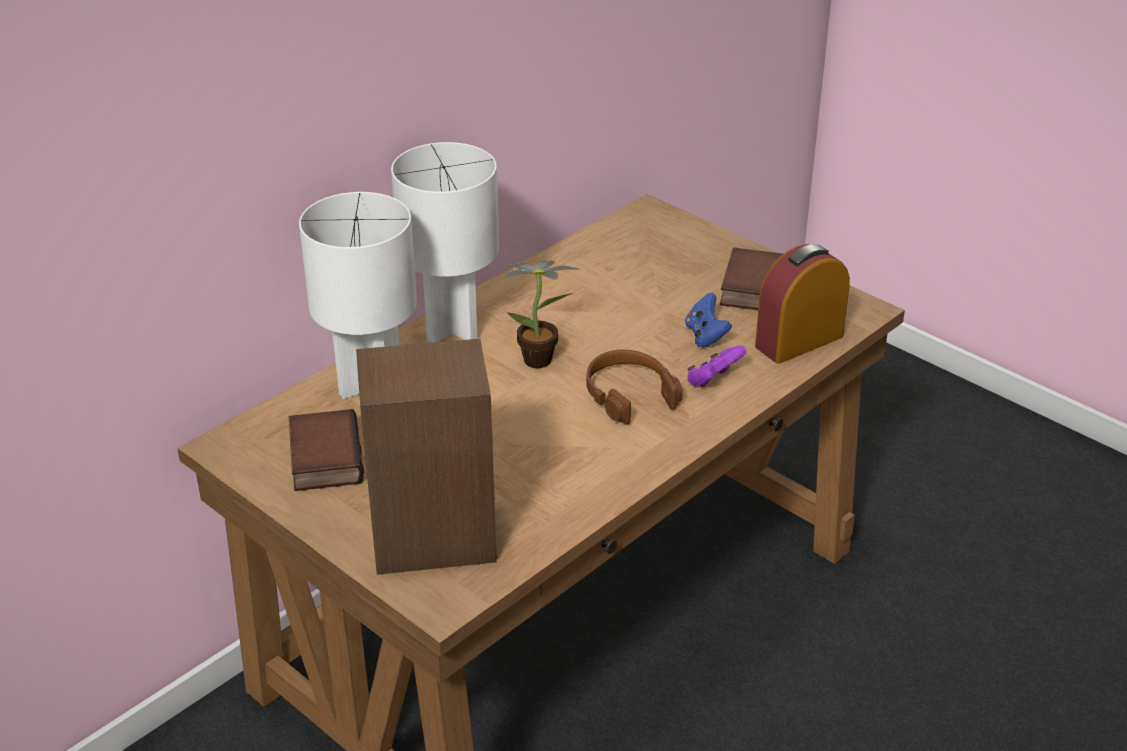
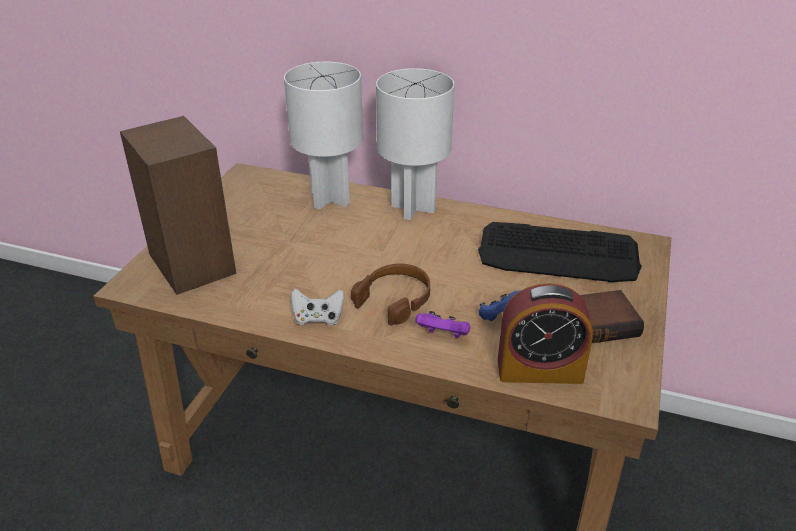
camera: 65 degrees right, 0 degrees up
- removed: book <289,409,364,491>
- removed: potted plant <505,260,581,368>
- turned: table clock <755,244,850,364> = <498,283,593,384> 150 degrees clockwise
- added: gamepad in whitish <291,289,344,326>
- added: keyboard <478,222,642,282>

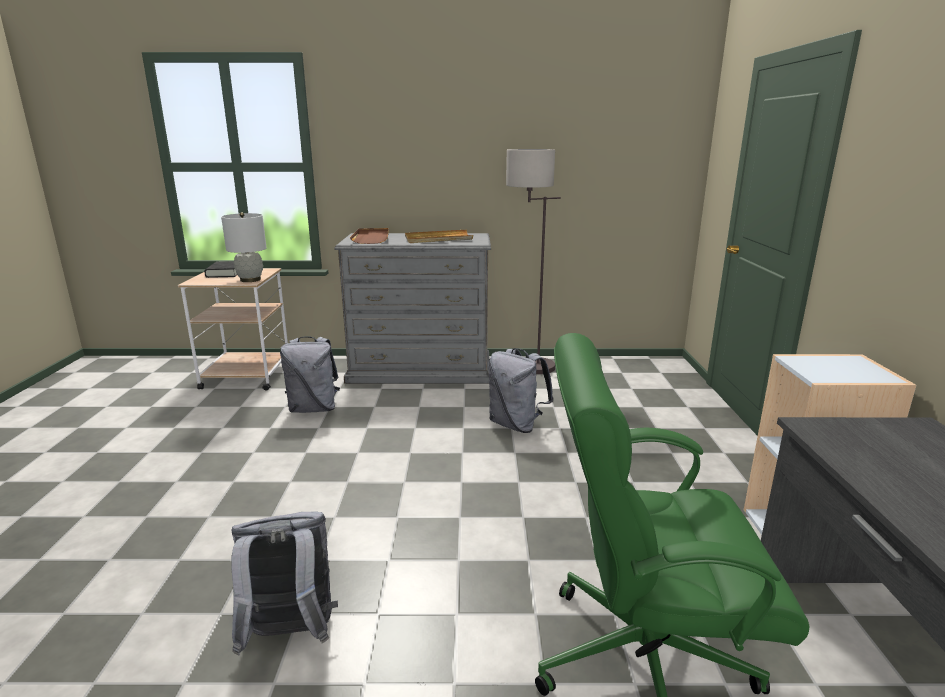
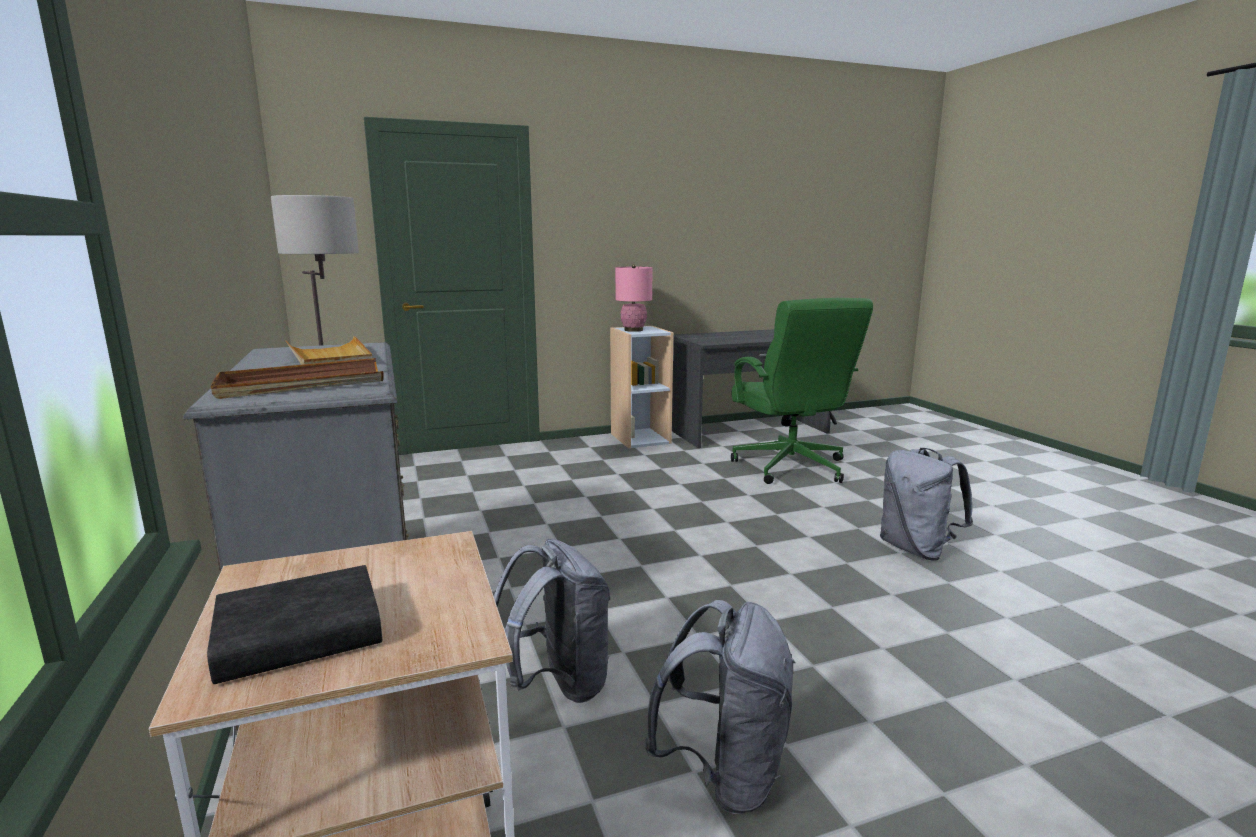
camera: 110 degrees left, 5 degrees down
- removed: table lamp in whitish <221,212,267,282>
- moved: backpack in greyish <488,348,554,433> to <644,600,795,814>
- added: table lamp in pinkish <615,264,652,332>

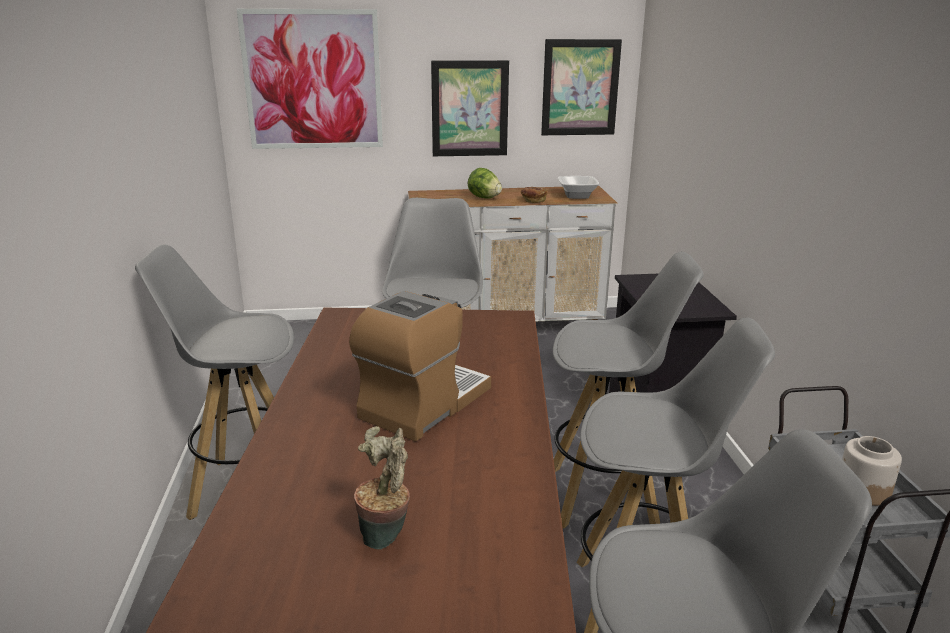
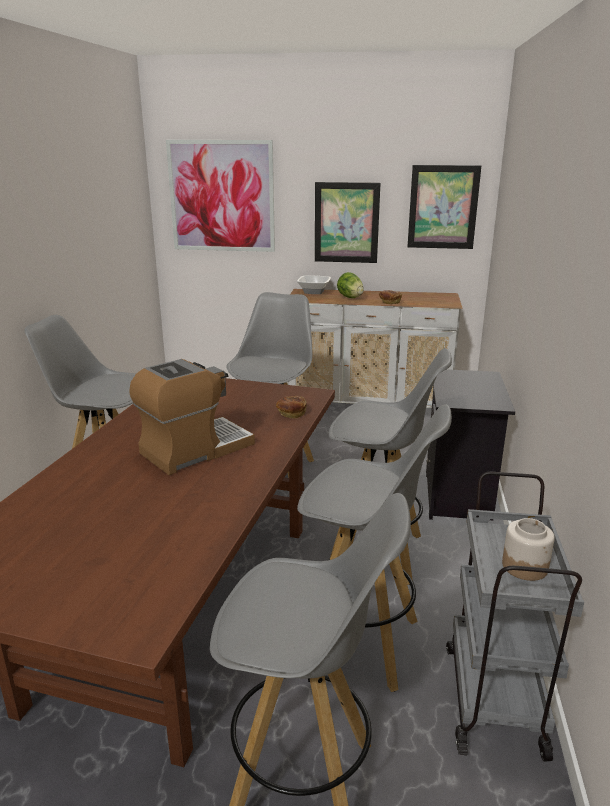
camera: 15 degrees right, 0 degrees up
- removed: potted plant <354,426,410,549>
- moved: deep dish <558,176,599,199> to <297,275,331,294>
- added: baked bread <276,396,307,419>

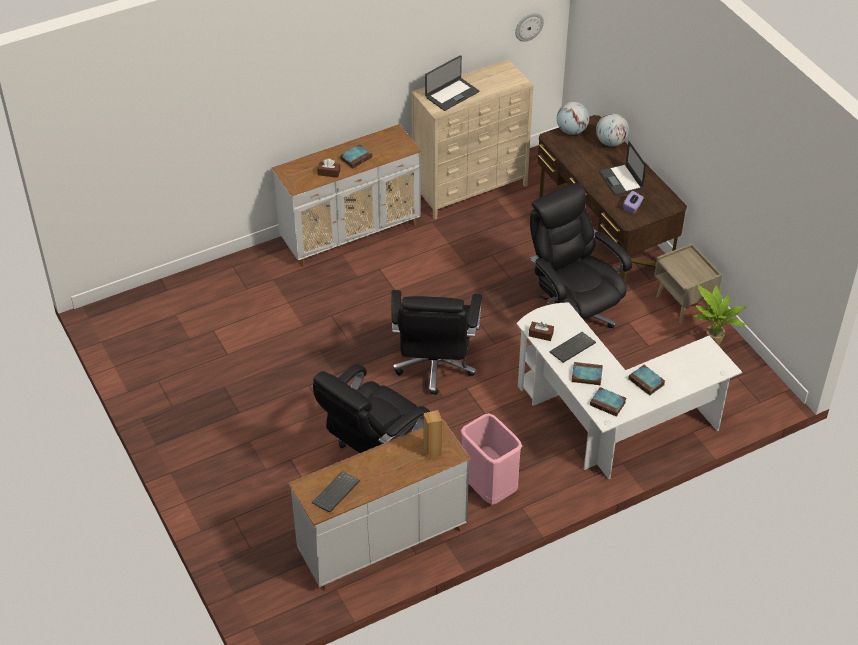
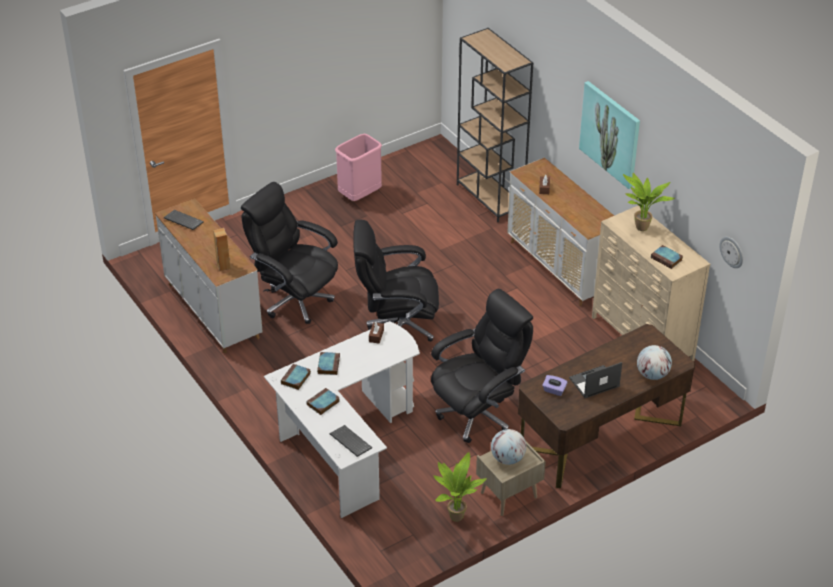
camera: 85 degrees right, 5 degrees down
- moved: book <340,144,372,169> to <651,245,683,269>
- replaced: portable computer <425,55,479,111> to potted plant <623,173,675,231>
- moved: rubbish bin in pinkish <461,413,522,505> to <335,134,382,201>
- moved: keyboard <549,332,596,363> to <330,425,372,457>
- moved: world globe <557,102,589,135> to <491,429,526,465>
- added: shelving unit <457,28,533,222>
- added: wall art <579,81,640,189>

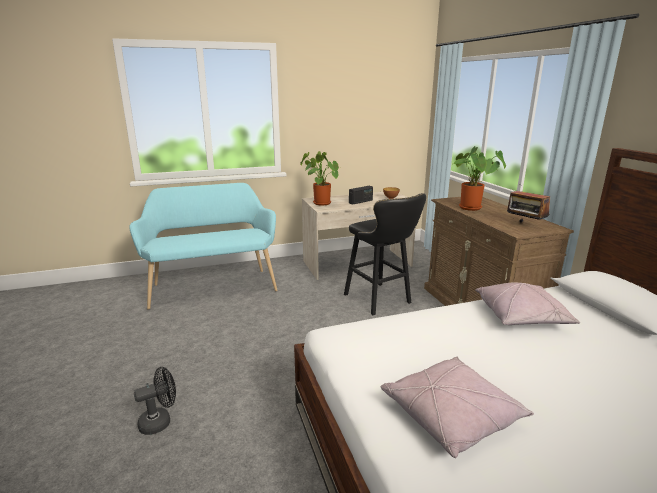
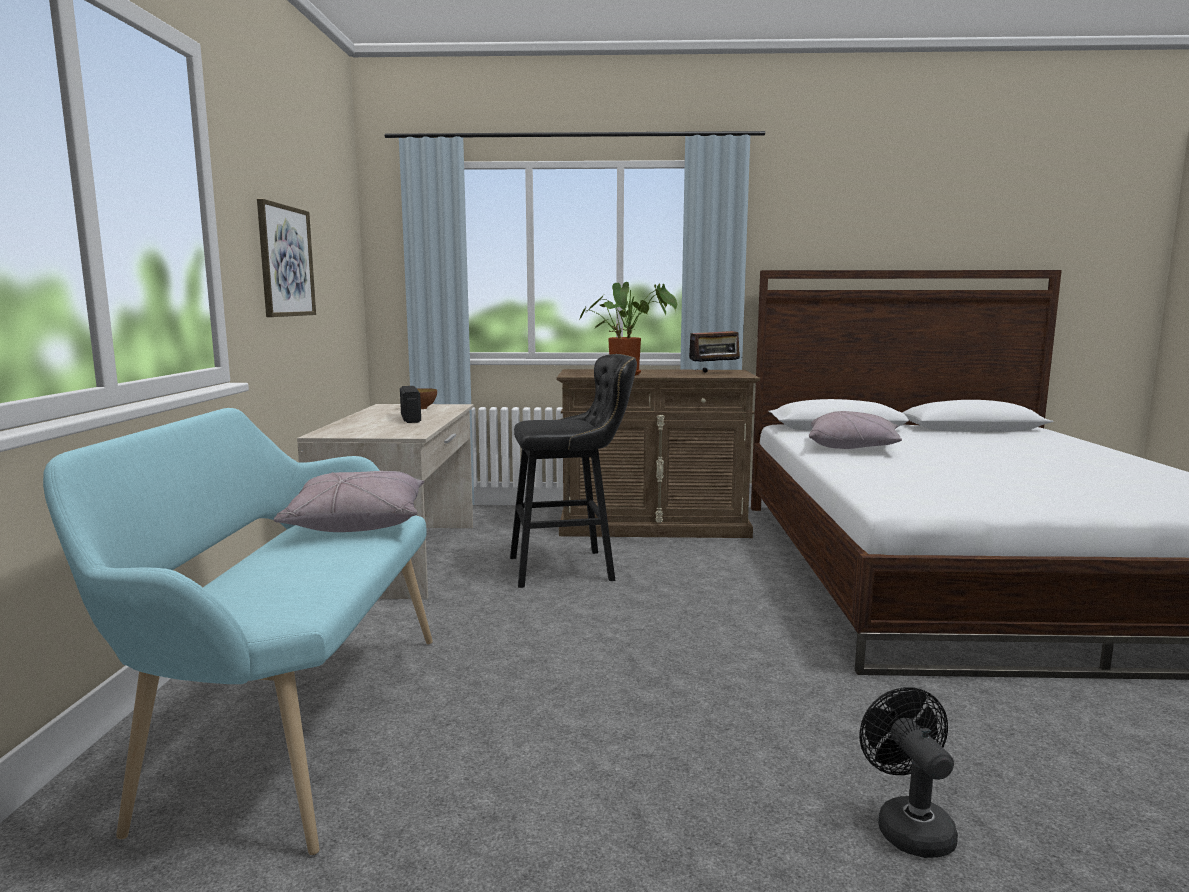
camera: 70 degrees left, 10 degrees down
- removed: potted plant <300,151,340,206>
- moved: cushion in purplish <380,357,534,458> to <273,471,424,532>
- added: wall art <257,199,316,317>

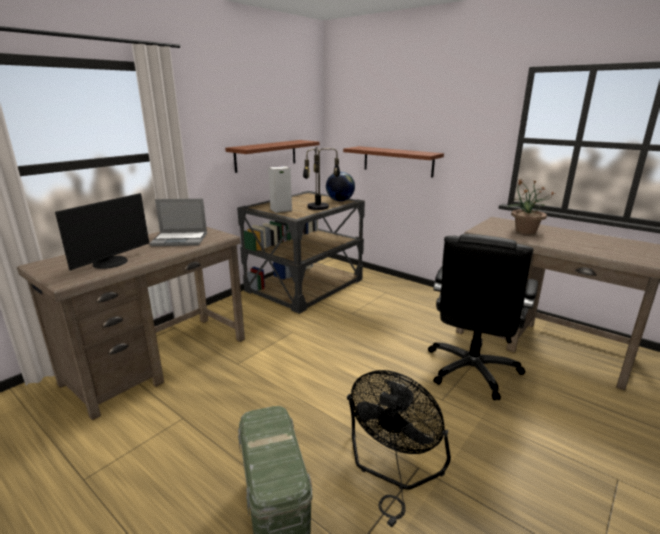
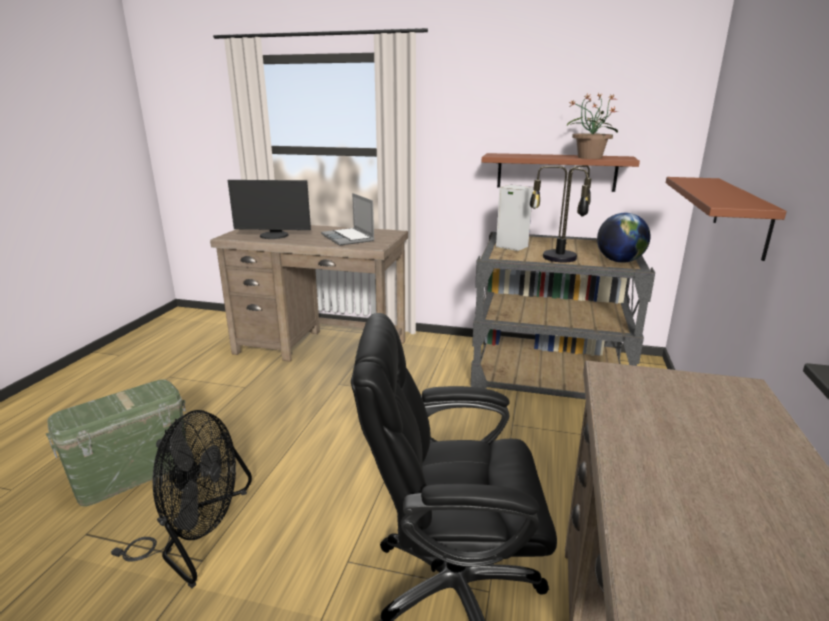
camera: 65 degrees right, 0 degrees up
- moved: potted plant <506,179,556,234> to <567,93,619,159>

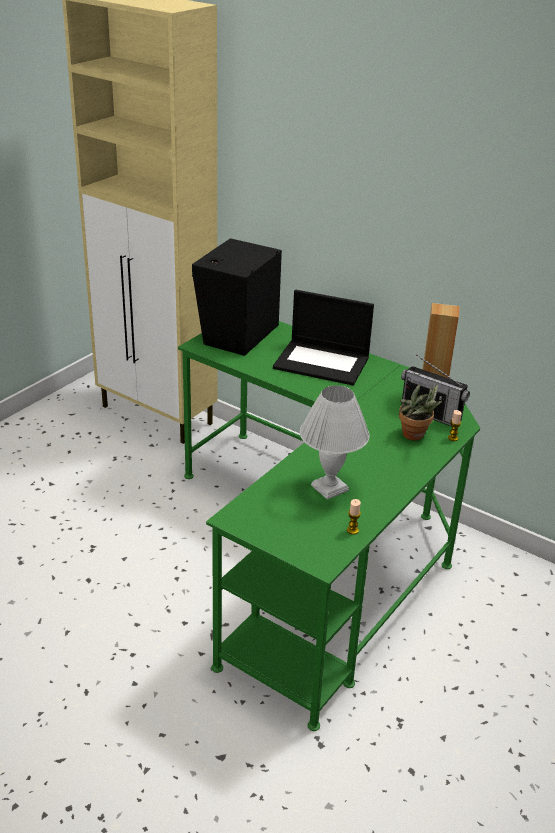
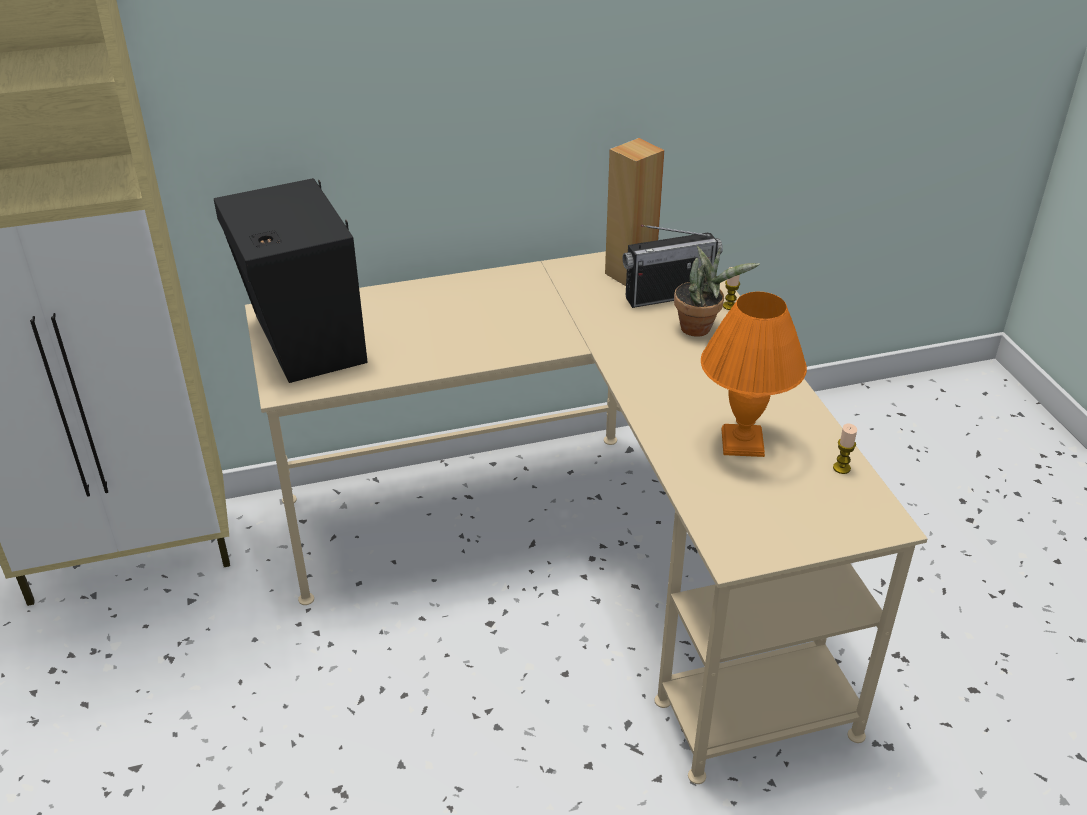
camera: 50 degrees left, 5 degrees up
- recoloured: desk unit in greenish <178,321,480,731> to desk unit in beige-coloured <245,251,928,784>
- removed: portable computer <273,290,374,385>
- recoloured: table lamp in whitish <300,385,370,500> to table lamp in orange <701,291,807,457>

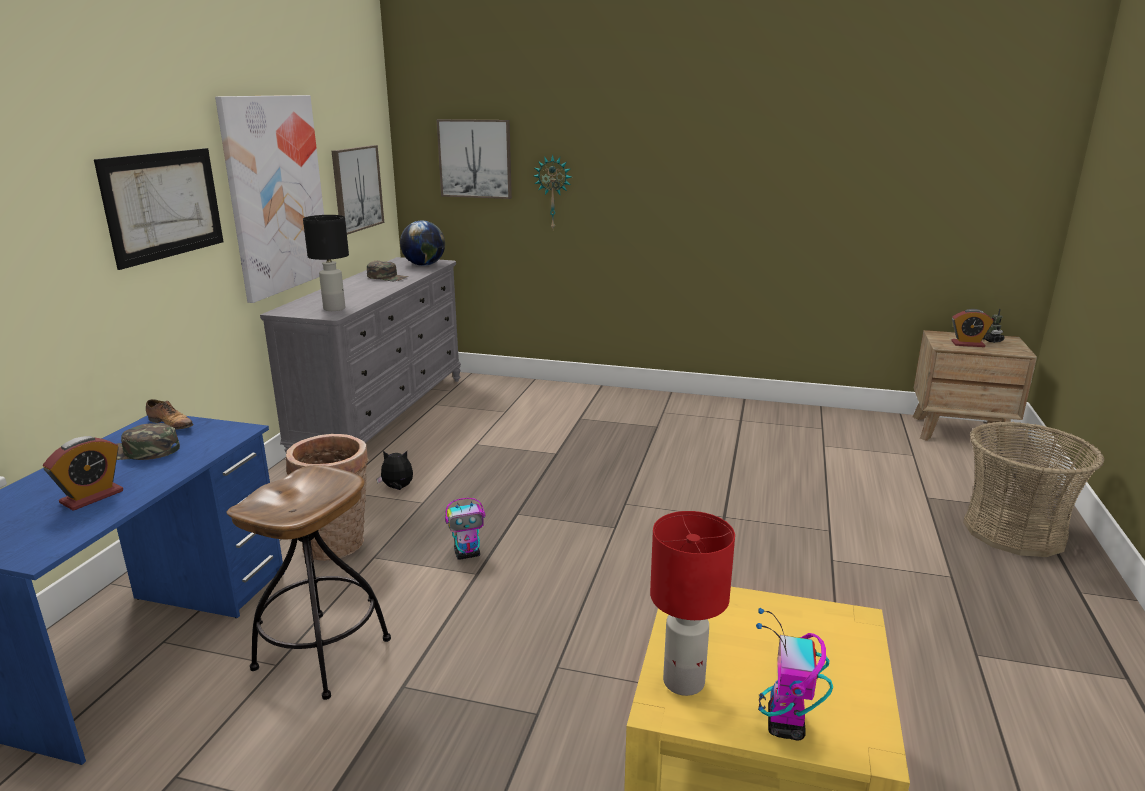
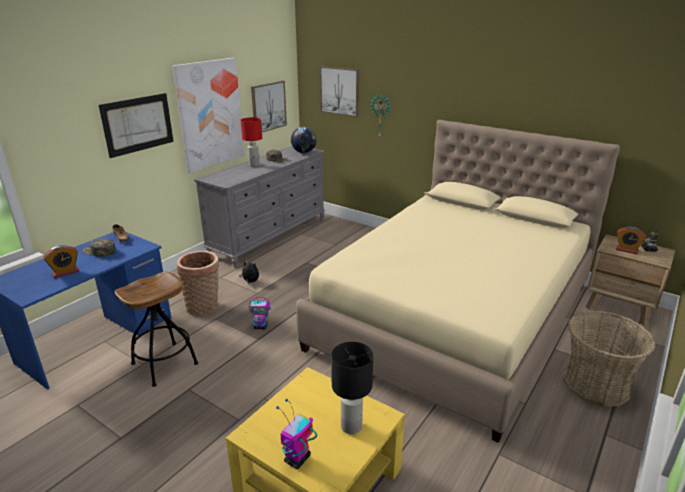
camera: 20 degrees right, 5 degrees up
- moved: table lamp in blackish <303,215,349,311> to <331,342,373,434>
- moved: table lamp in red <650,511,735,696> to <241,117,262,167>
- added: bed in beige-coloured <296,120,620,443>

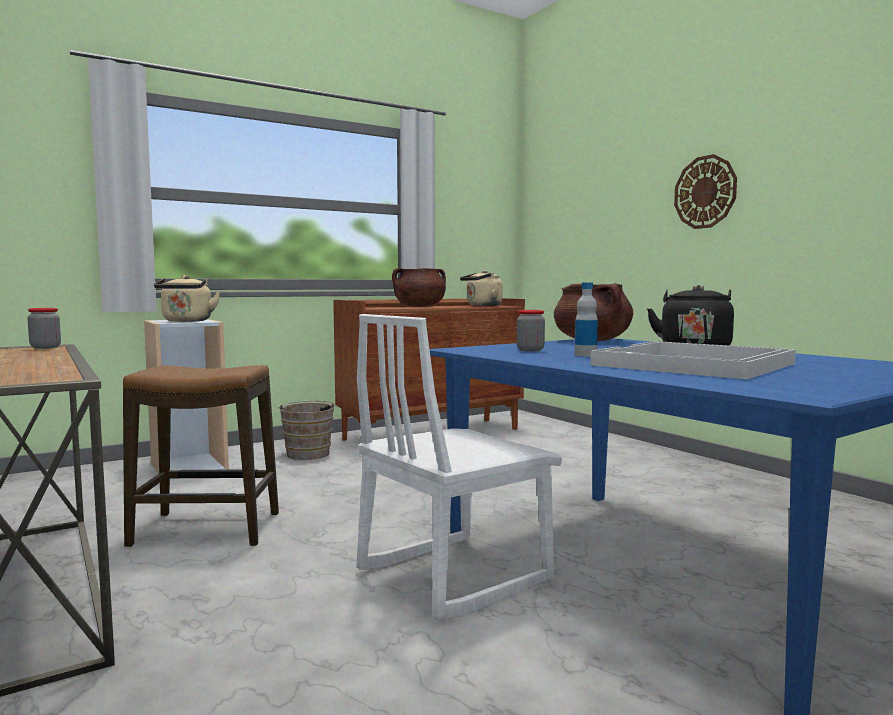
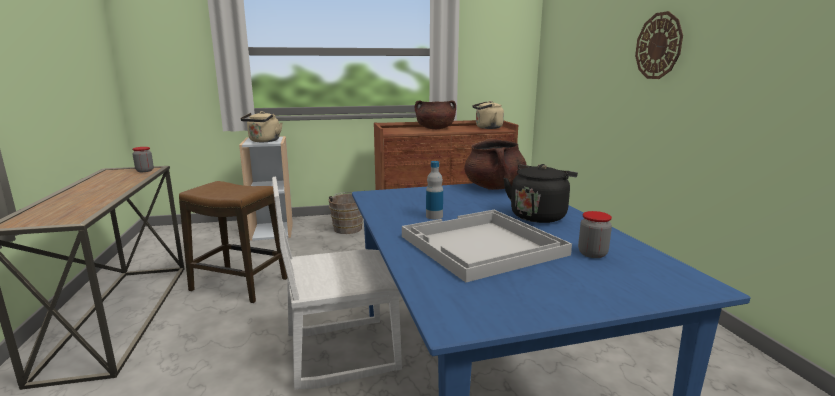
camera: 20 degrees right, 10 degrees up
- moved: jar <517,310,545,352> to <578,211,612,258>

